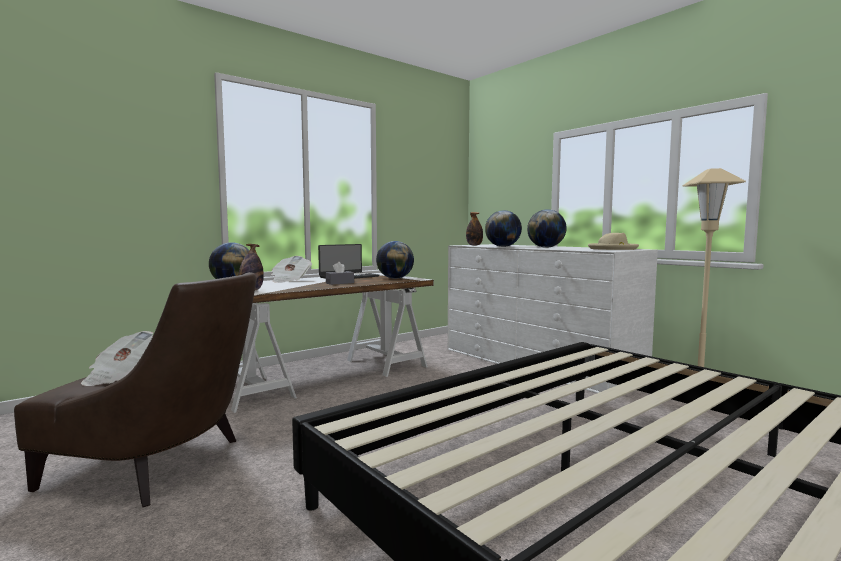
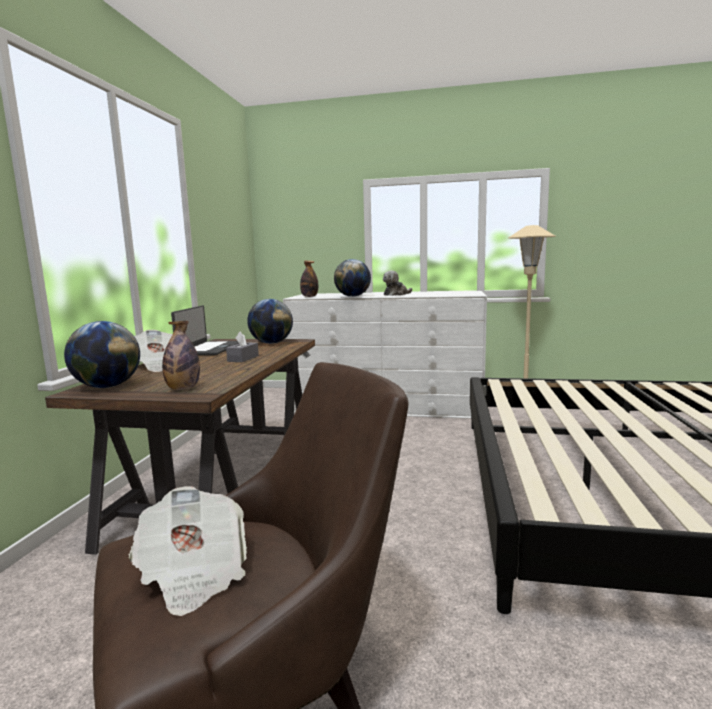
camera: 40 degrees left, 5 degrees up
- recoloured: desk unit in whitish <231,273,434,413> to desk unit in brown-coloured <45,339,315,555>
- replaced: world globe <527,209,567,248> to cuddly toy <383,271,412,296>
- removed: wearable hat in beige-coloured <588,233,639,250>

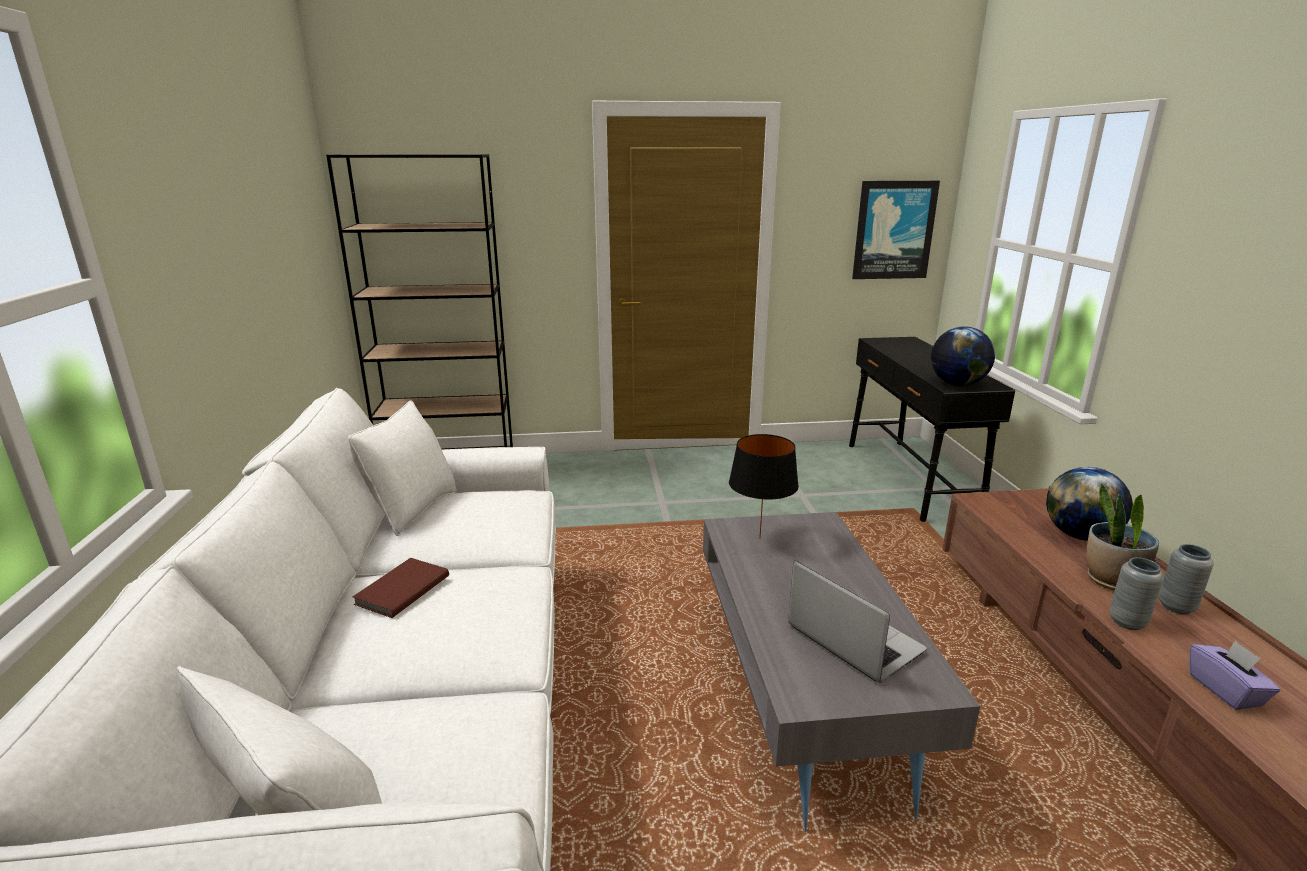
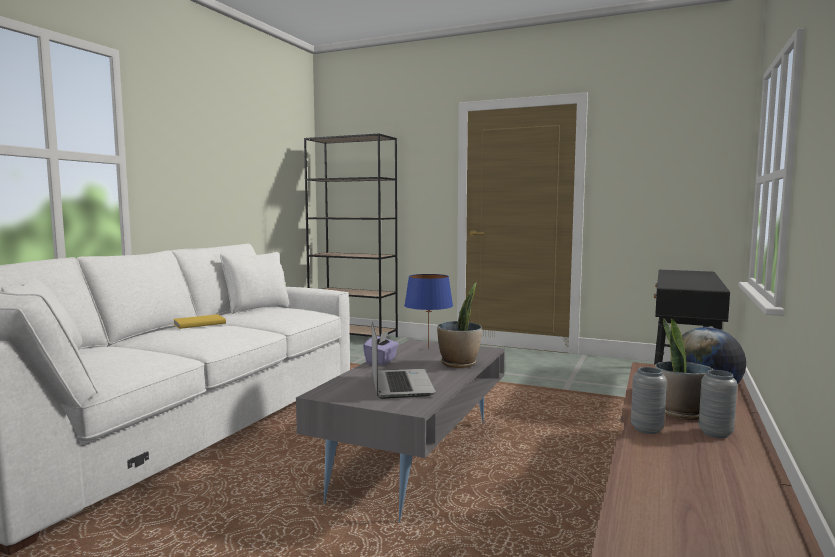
camera: 30 degrees right, 15 degrees down
- recoloured: book in brown-coloured <353,558,449,618> to book in yellowish <173,314,226,329>
- recoloured: table lamp in blackish <729,434,799,539> to table lamp in blue-coloured <404,274,453,349>
- removed: wall art <852,181,940,279>
- removed: world globe <931,326,995,386>
- moved: tissue holder in purplish <1189,640,1280,710> to <363,331,399,365>
- added: potted plant <437,282,482,368>

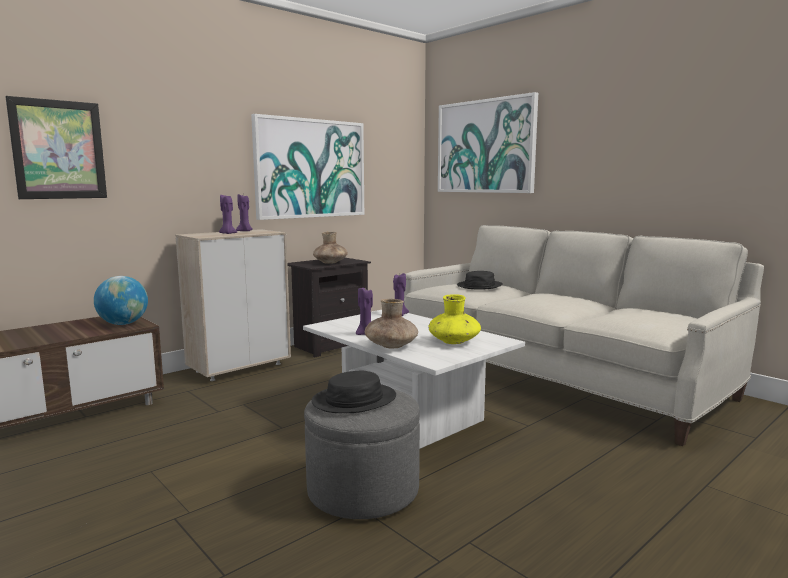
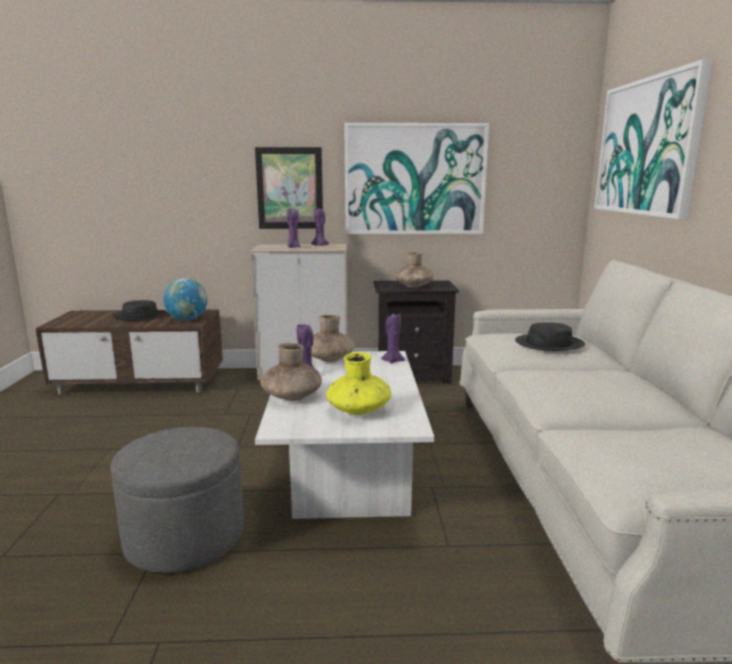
camera: 40 degrees right, 5 degrees up
- moved: wall art <5,96,107,199> to <255,147,323,229>
- moved: wearable hat in blackish <311,370,396,413> to <113,300,167,321>
- added: flower vase in brown-coloured <312,315,355,362>

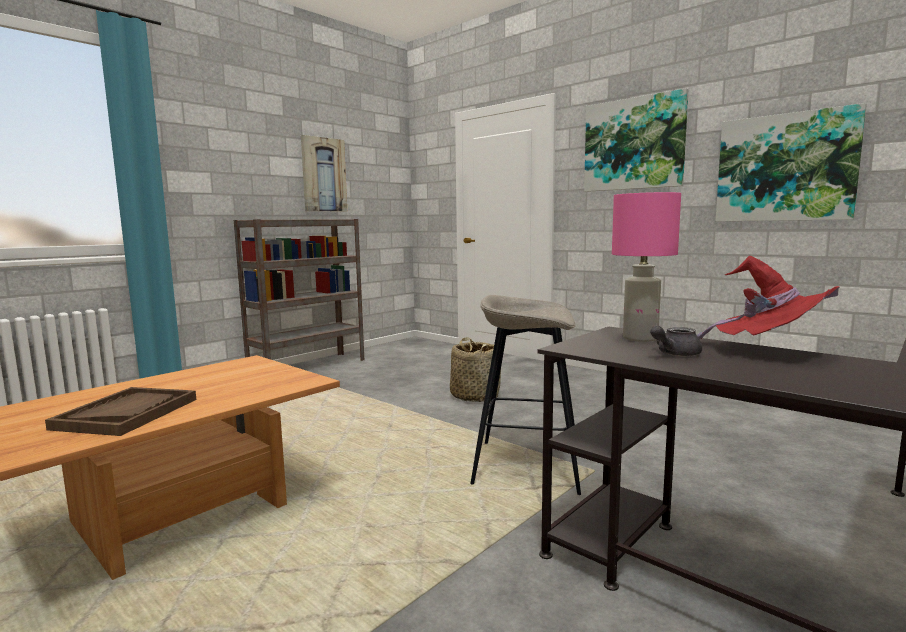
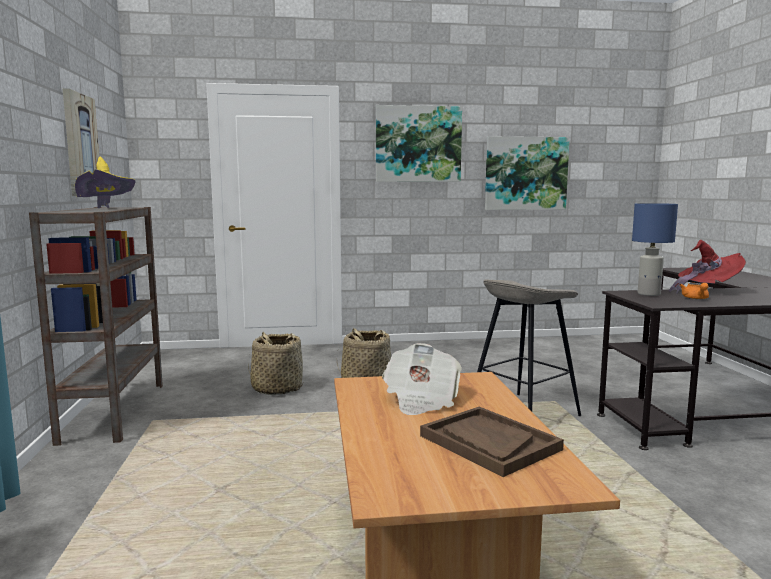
camera: 50 degrees left, 0 degrees up
- recoloured: table lamp in pinkish <612,192,681,342> to table lamp in blue-coloured <632,203,678,296>
- recoloured: tea pot in greyish <650,325,702,356> to tea pot in orange <679,283,709,299>
- added: wearable hat in yellowish <75,157,136,208>
- added: storage basket <248,332,304,395>
- added: daily paper <382,343,462,415>

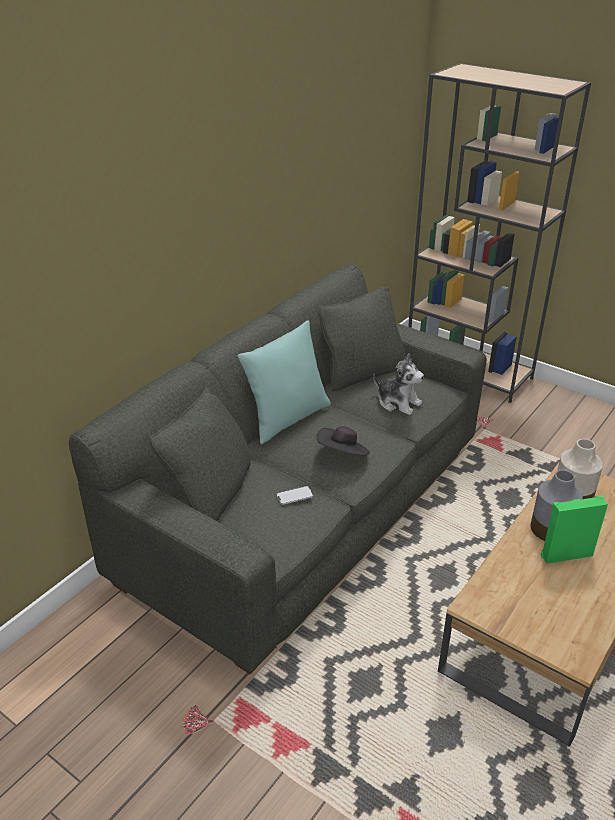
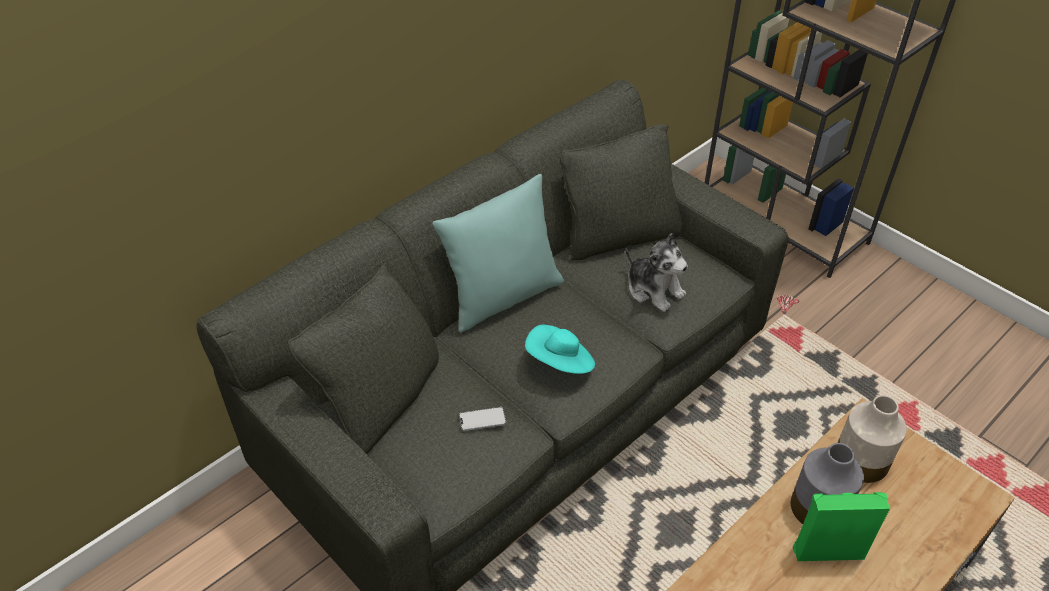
camera: 10 degrees right, 10 degrees up
- recoloured: wearable hat in blackish <317,426,370,455> to wearable hat in turquoise-coloured <525,325,595,374>

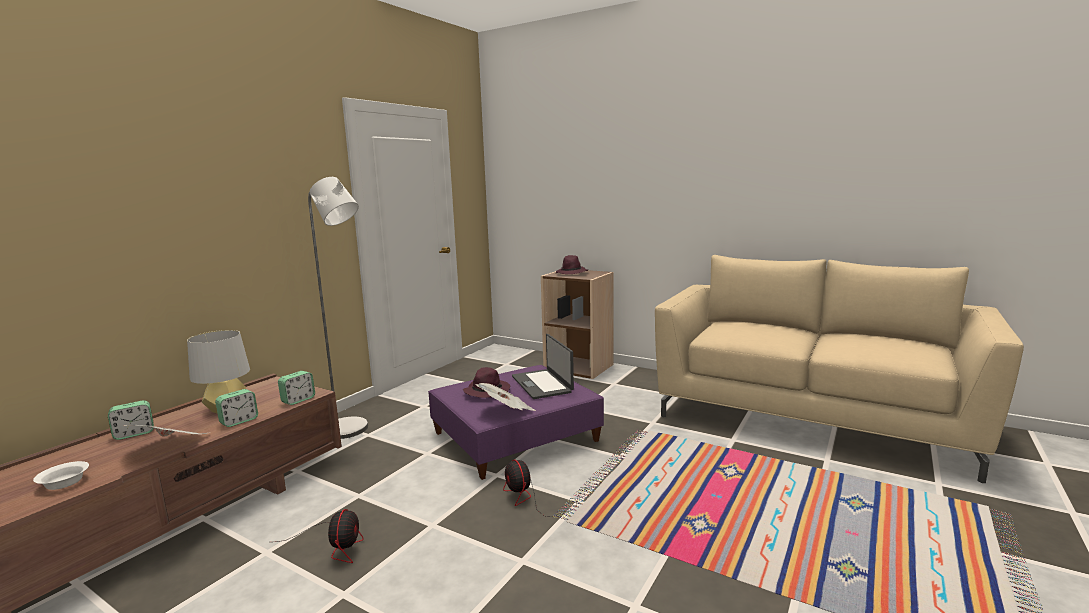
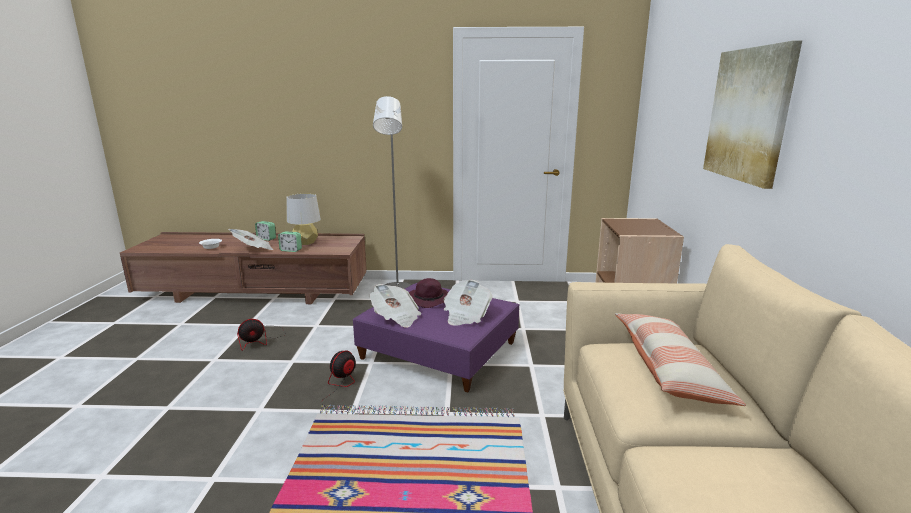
camera: 60 degrees right, 5 degrees up
- removed: table clock <278,371,315,405>
- replaced: portable computer <512,334,574,399> to daily paper <444,280,492,326>
- removed: wearable hat in purplish <556,255,588,274>
- added: cushion <615,313,746,406>
- added: wall art <703,41,802,189>

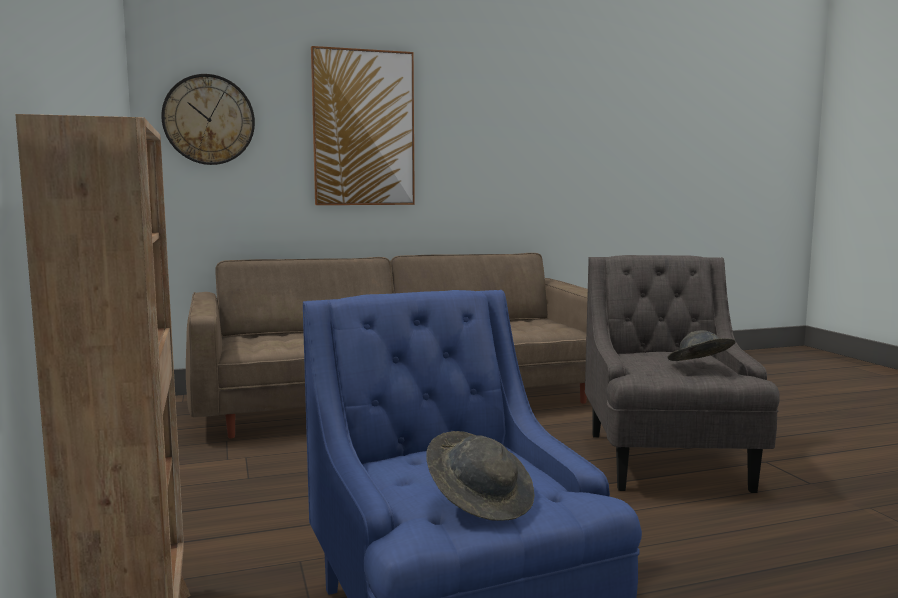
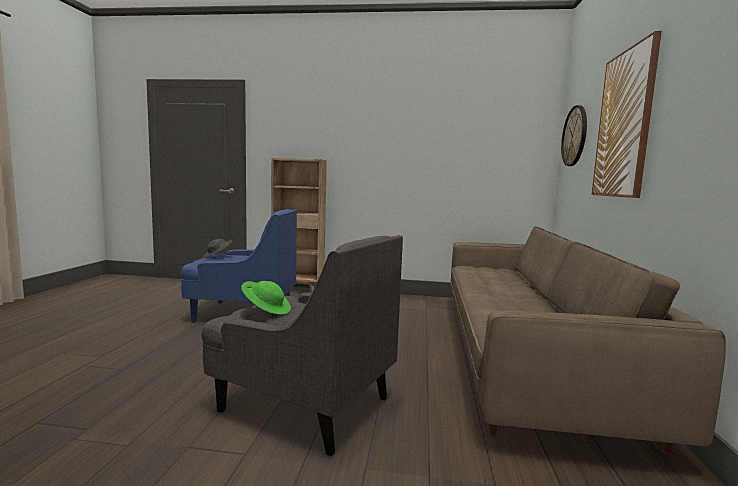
camera: 115 degrees right, 0 degrees up
- recoloured: wearable hat in greyish <667,330,735,361> to wearable hat in greenish <241,281,291,315>

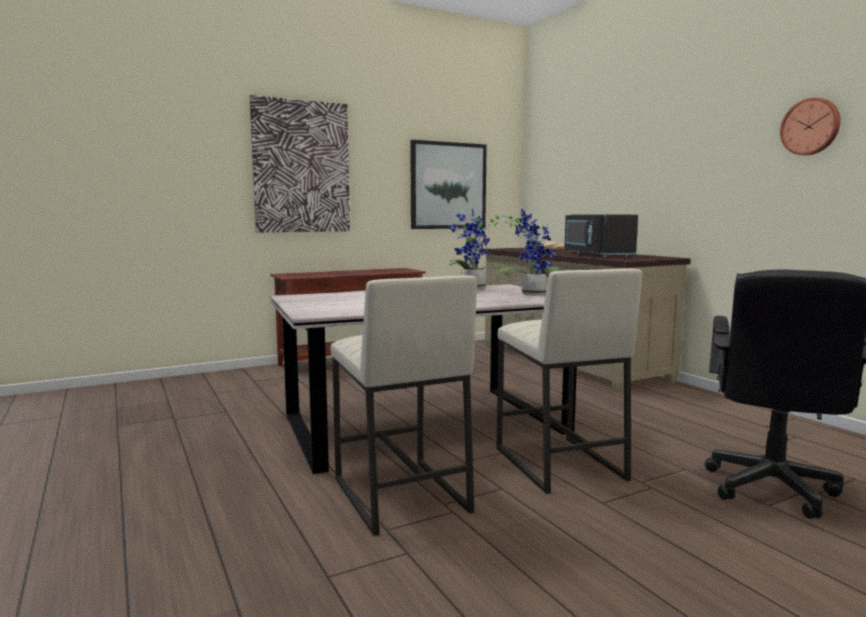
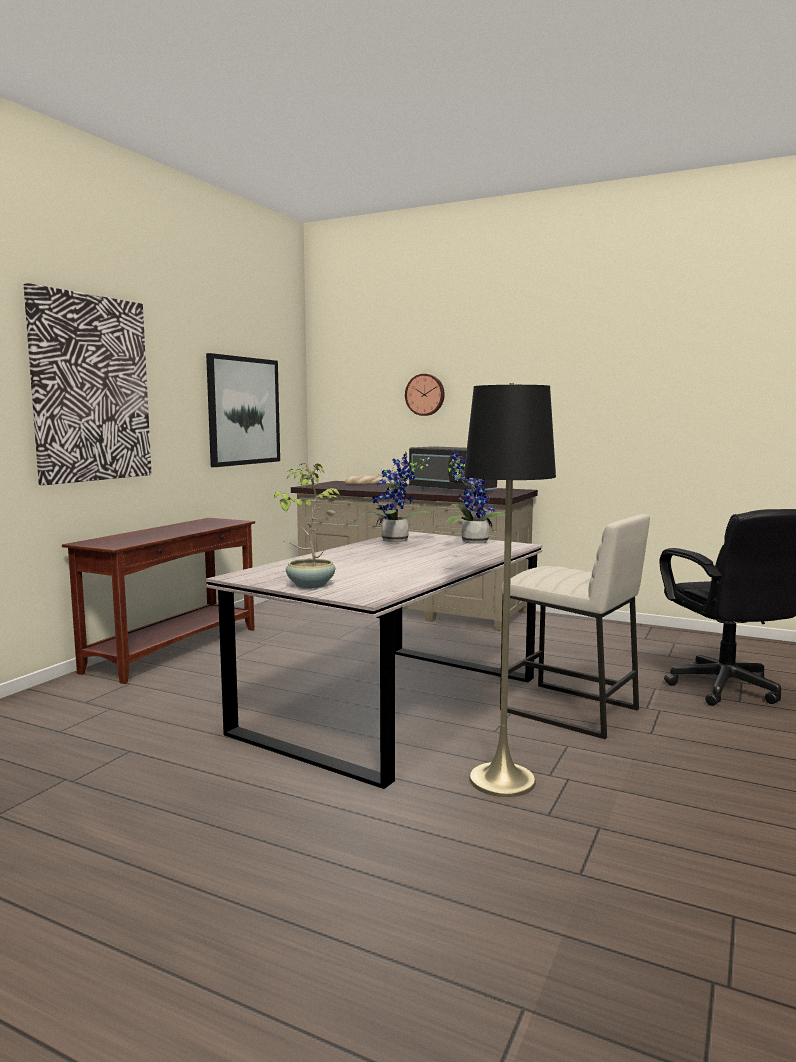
camera: 35 degrees left, 0 degrees up
- replaced: stool in beige-coloured <331,276,477,536> to standing lamp in blackish <464,383,556,797>
- moved: clock on the wall <780,98,841,155> to <405,374,445,416>
- added: potted plant <274,463,341,588>

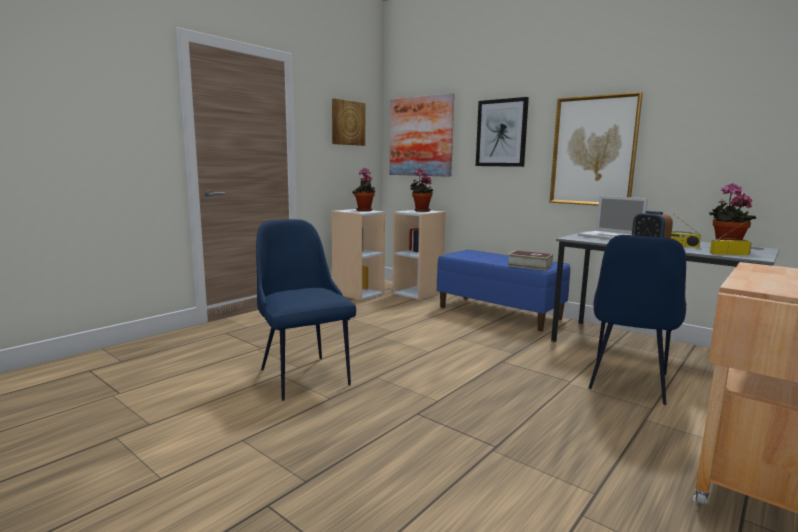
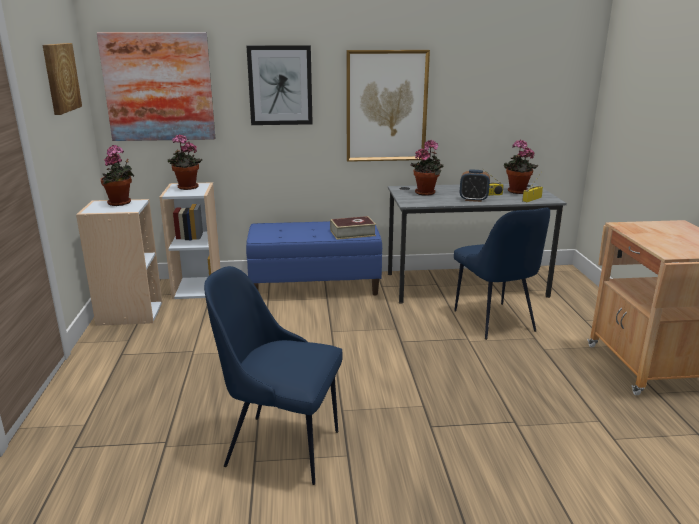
camera: 45 degrees left, 10 degrees up
- replaced: portable computer <578,196,648,240> to potted plant <410,139,443,196>

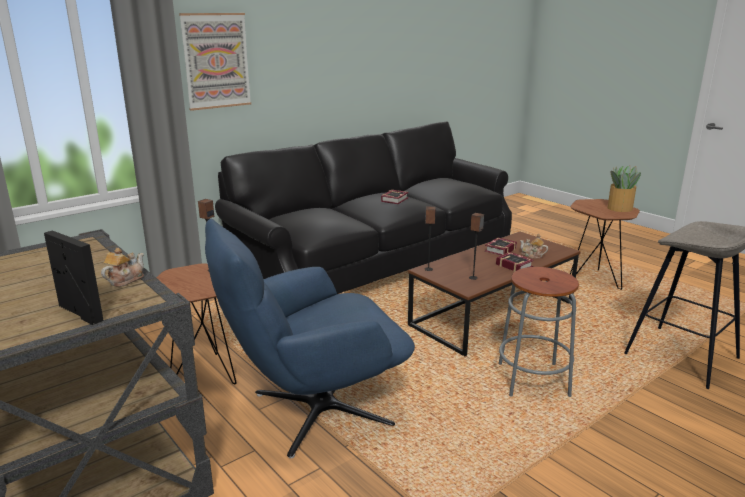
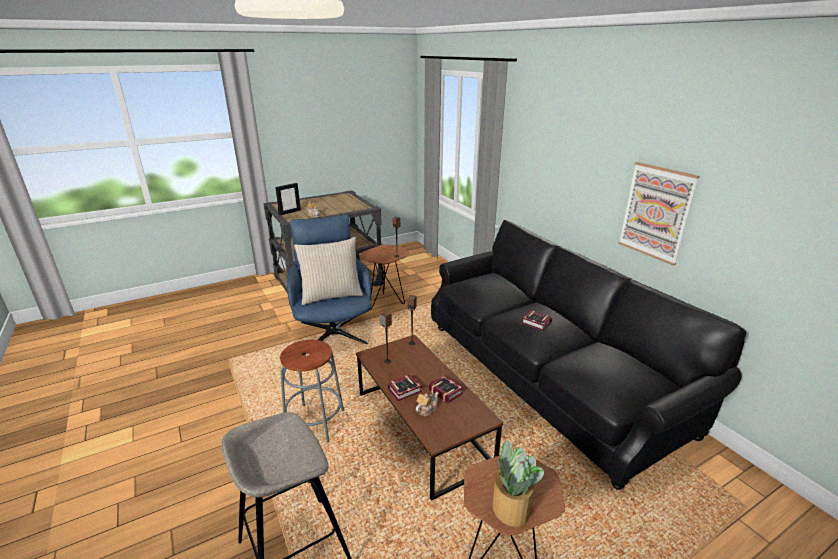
camera: 100 degrees right, 5 degrees up
- moved: wall art <179,13,251,111> to <618,162,700,265>
- added: cushion in beige-coloured <294,237,363,305>

